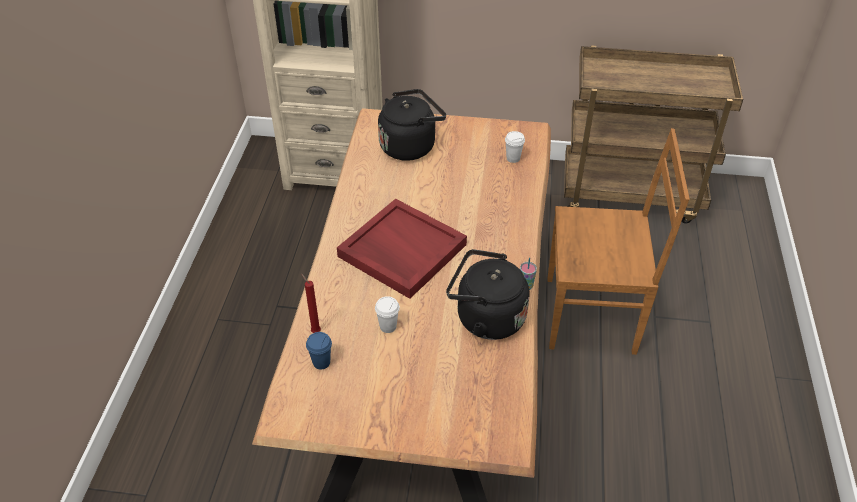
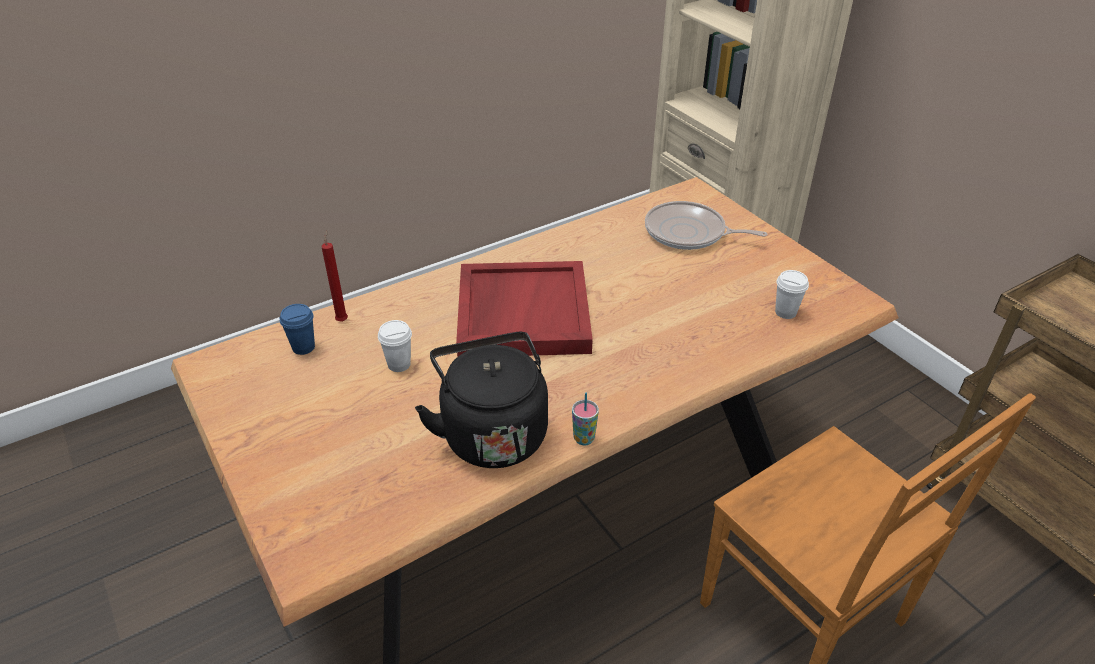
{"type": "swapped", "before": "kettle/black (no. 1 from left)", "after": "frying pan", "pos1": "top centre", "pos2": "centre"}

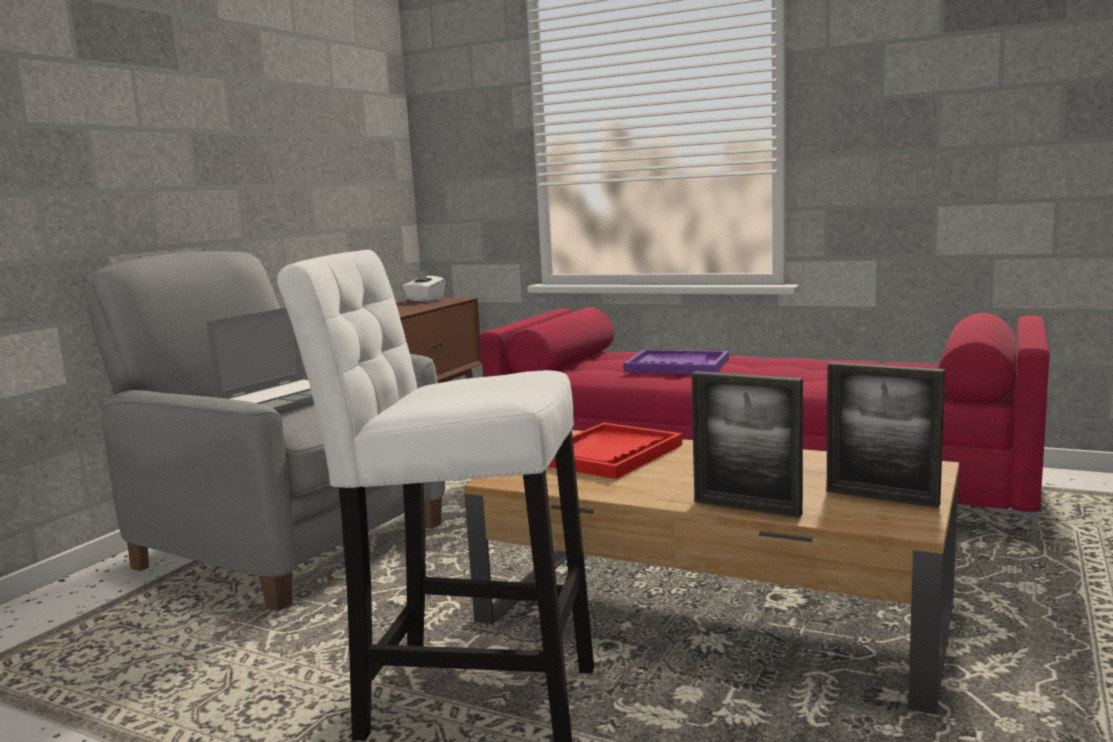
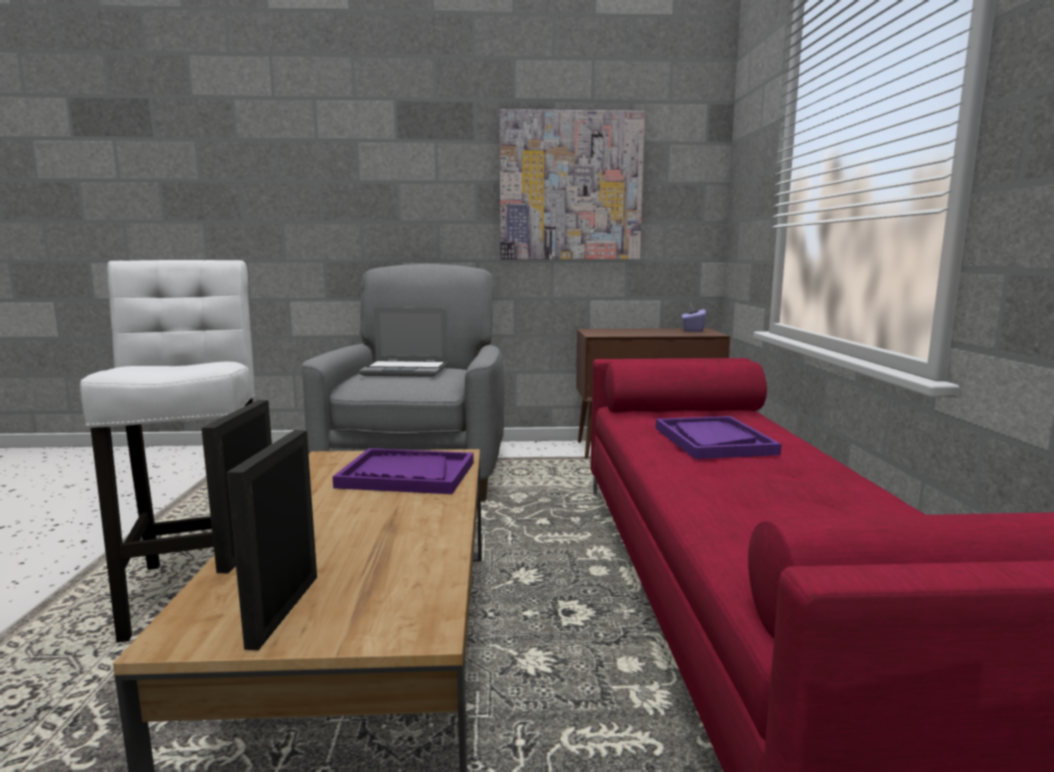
{"type": "repainted", "before": "tissue box/white", "after": "tissue box/purple", "pos1": "centre", "pos2": "centre"}
{"type": "repainted", "before": "tray/red", "after": "tray/purple (no. 1 from left)", "pos1": "centre", "pos2": "centre"}
{"type": "new", "after": "picture", "pos2": "top centre"}

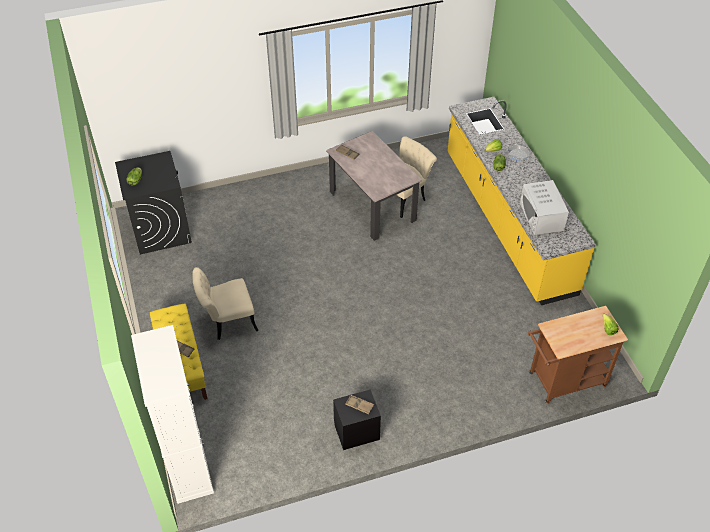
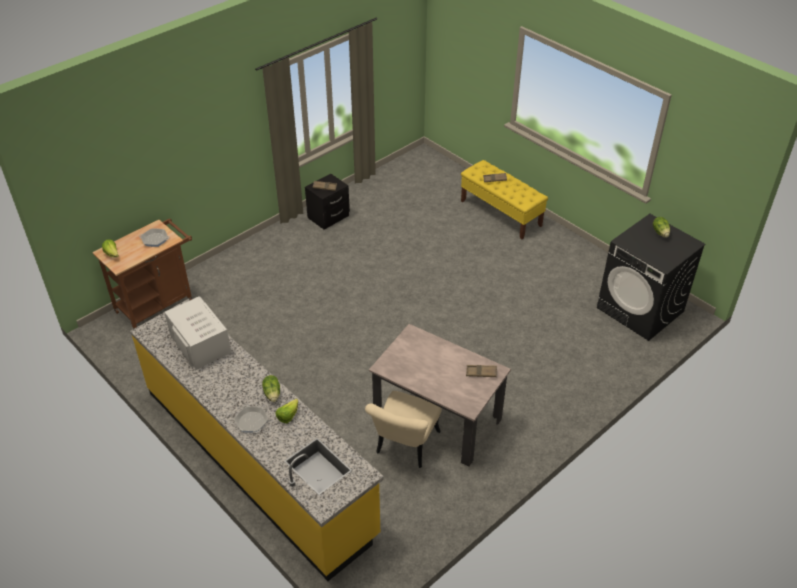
{"type": "gone", "before": "cabinet/white", "pos1": "bottom left"}
{"type": "gone", "before": "chair/beige (no. 1 from left)", "pos1": "middle left"}
{"type": "new", "after": "frying pan (no. 1 from left)", "pos2": "middle left"}

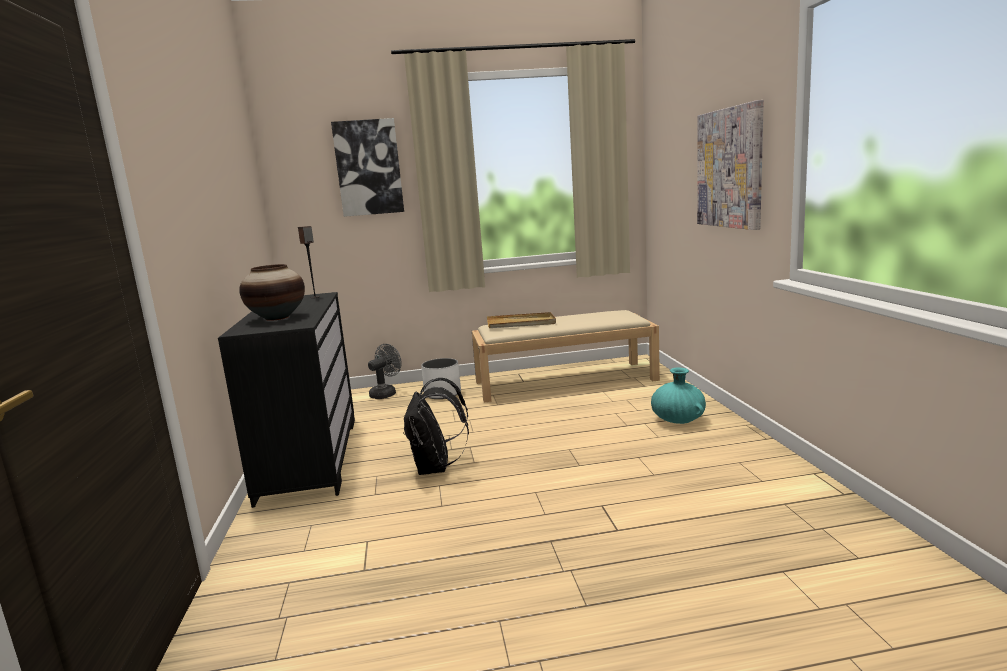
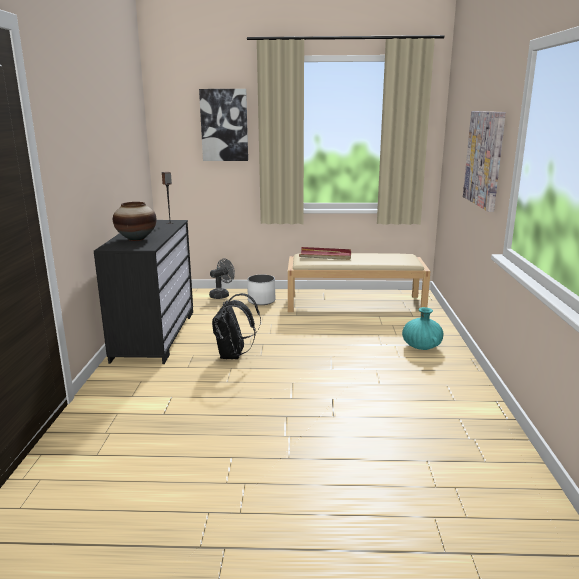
{"type": "repainted", "before": "tray/beige", "after": "tray/red", "pos1": "centre", "pos2": "centre"}

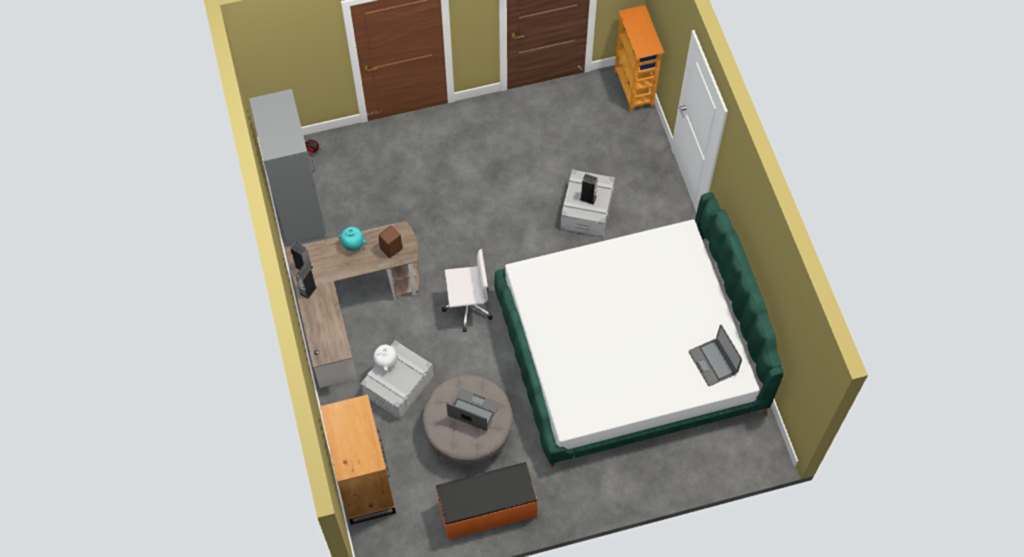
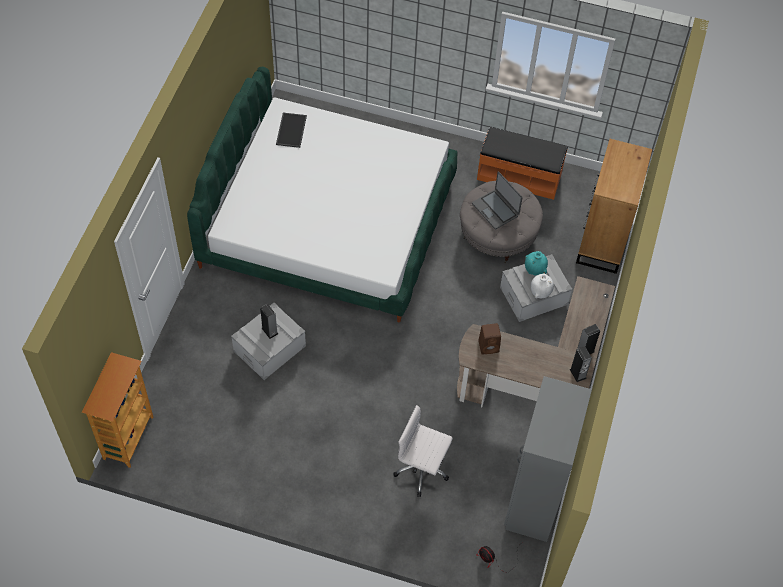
{"type": "shifted", "before": "vase/turquoise", "pos1": "centre", "pos2": "middle right"}
{"type": "shifted", "before": "office chair/white", "pos1": "centre", "pos2": "bottom centre"}
{"type": "swapped", "before": "laptop (no. 2 from left)", "after": "tray", "pos1": "middle right", "pos2": "top centre"}

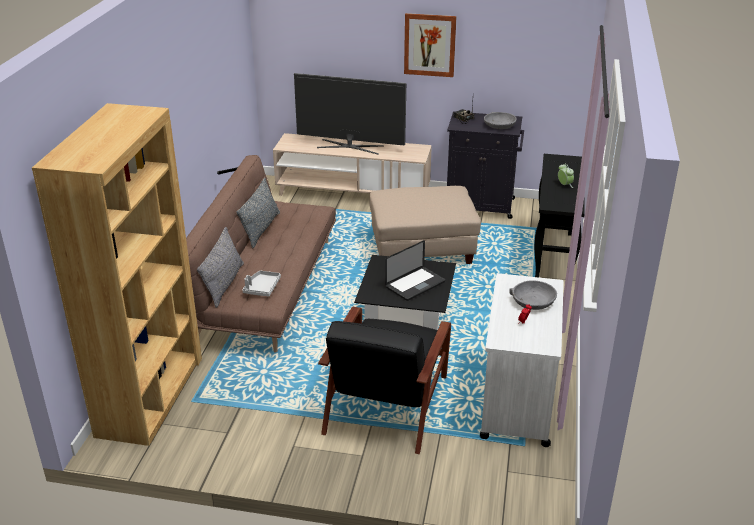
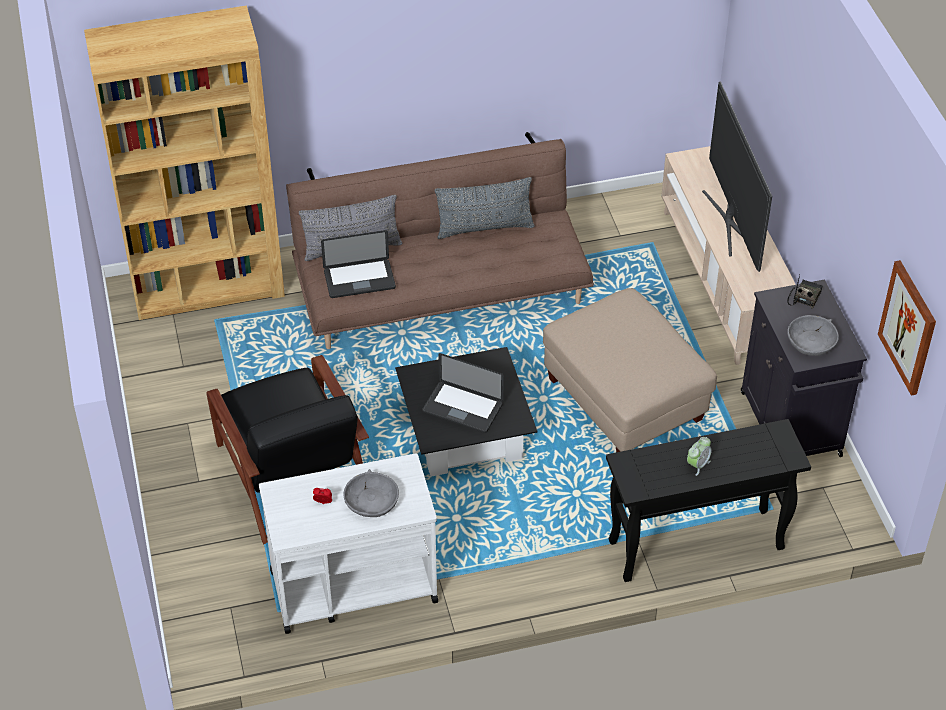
{"type": "swapped", "before": "tray/grey", "after": "laptop (no. 1 from left)", "pos1": "centre", "pos2": "centre"}
{"type": "rotated", "before": "armchair/black", "pos1": "bottom centre", "pos2": "middle left", "turn": -105}
{"type": "shifted", "before": "picture", "pos1": "top centre", "pos2": "middle right"}

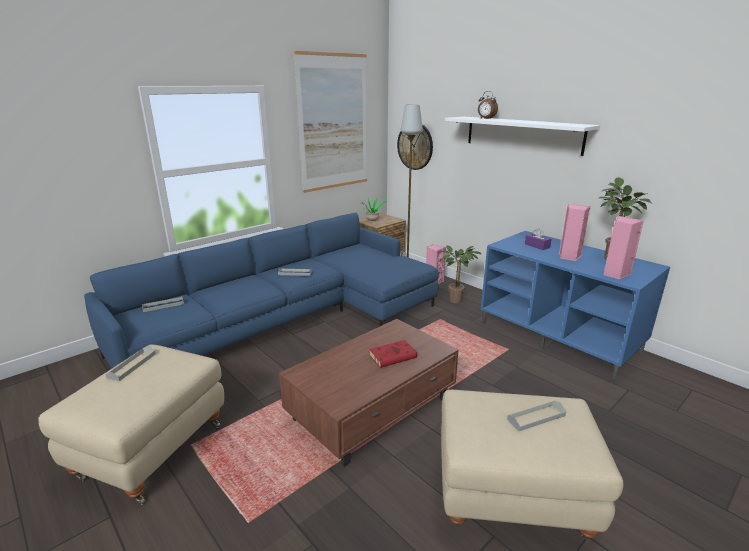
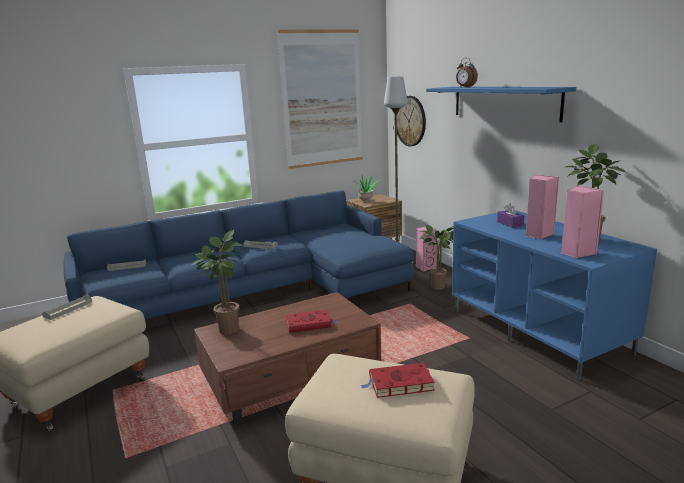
{"type": "repainted", "before": "shelf/white", "after": "shelf/blue", "pos1": "top right", "pos2": "top right"}
{"type": "swapped", "before": "tray/grey (no. 4 from left)", "after": "book/red (no. 2 from left)", "pos1": "bottom right", "pos2": "bottom centre"}
{"type": "new", "after": "potted plant (no. 1 from left)", "pos2": "middle left"}

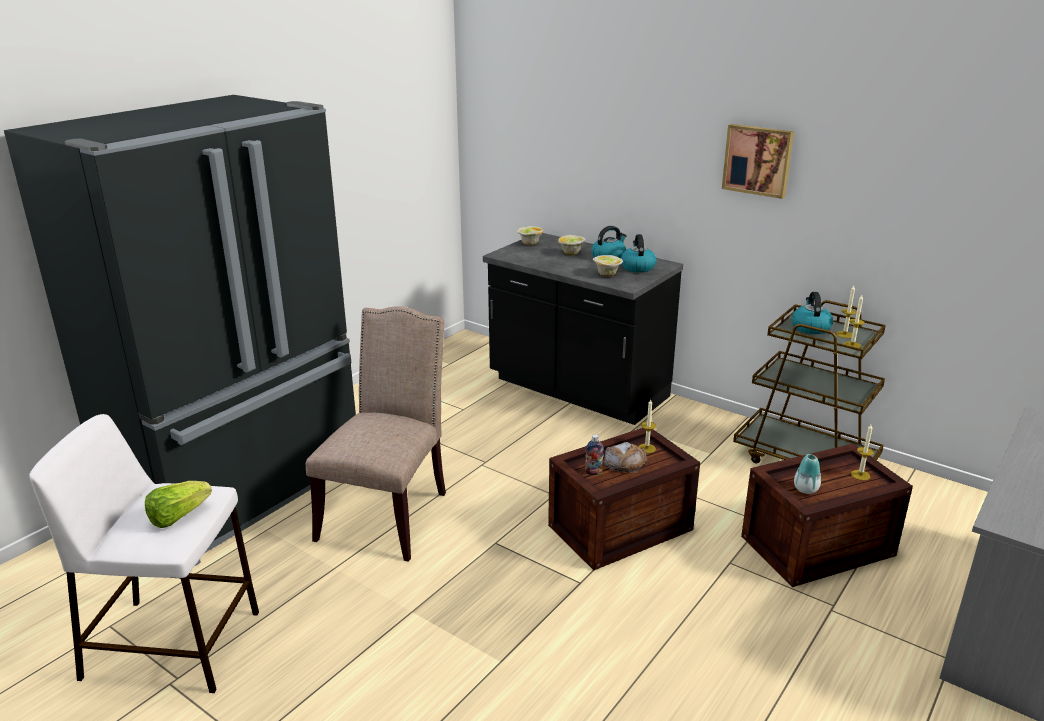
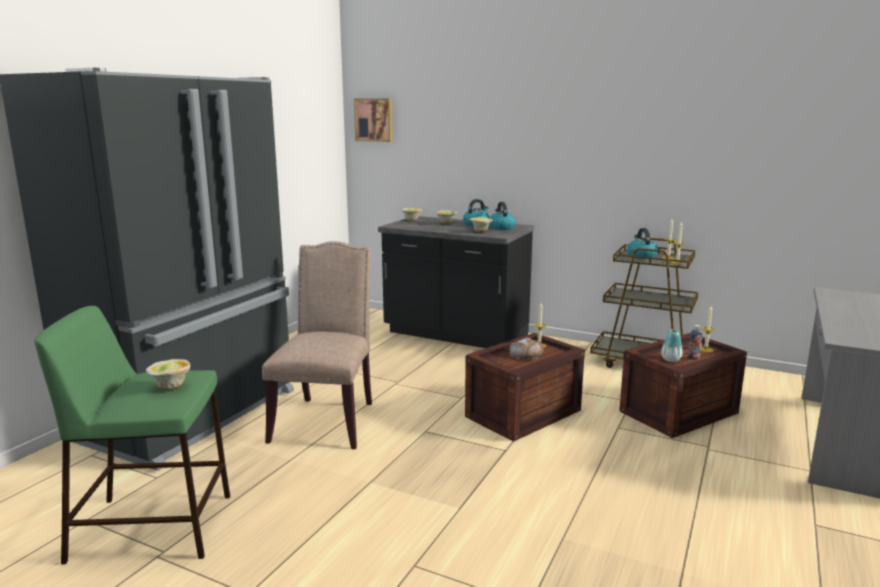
{"type": "repainted", "before": "stool/white", "after": "stool/green", "pos1": "bottom left", "pos2": "bottom left"}
{"type": "swapped", "before": "lettuce", "after": "bowl (no. 1 from left)", "pos1": "bottom left", "pos2": "middle left"}
{"type": "shifted", "before": "bottle", "pos1": "centre", "pos2": "middle right"}
{"type": "shifted", "before": "picture", "pos1": "top right", "pos2": "top centre"}

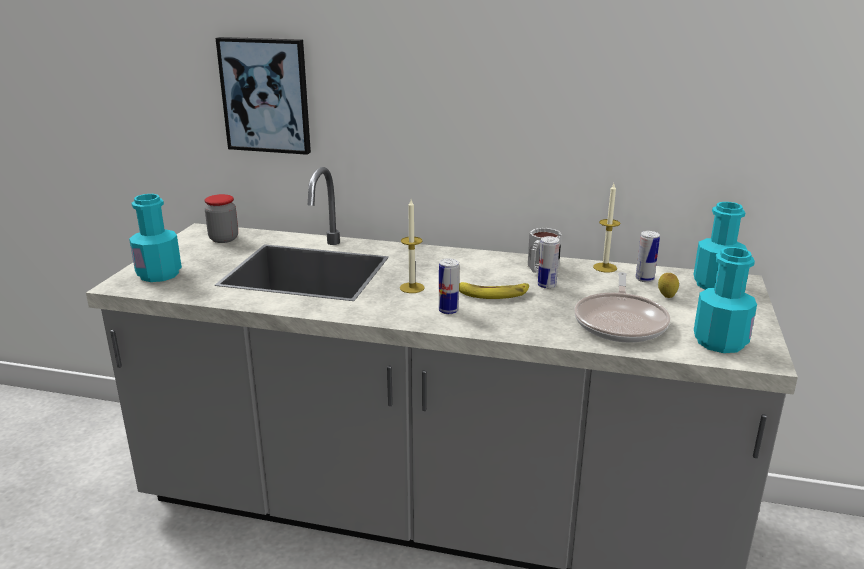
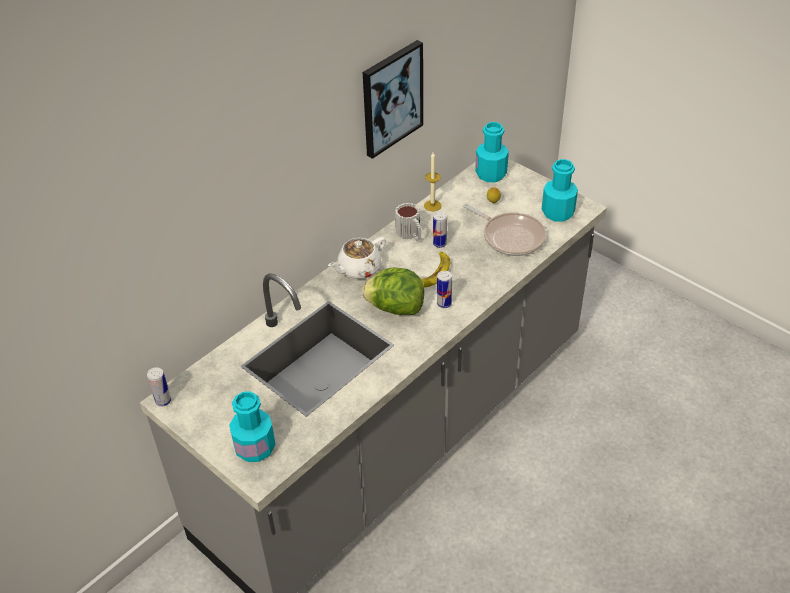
{"type": "gone", "before": "jar", "pos1": "middle left"}
{"type": "shifted", "before": "picture", "pos1": "top left", "pos2": "top centre"}
{"type": "swapped", "before": "candle (no. 1 from left)", "after": "lettuce", "pos1": "centre", "pos2": "centre"}
{"type": "shifted", "before": "can (no. 3 from left in the first image)", "after": "can (no. 1 from left)", "pos1": "middle right", "pos2": "middle left"}
{"type": "new", "after": "teapot/white", "pos2": "centre"}

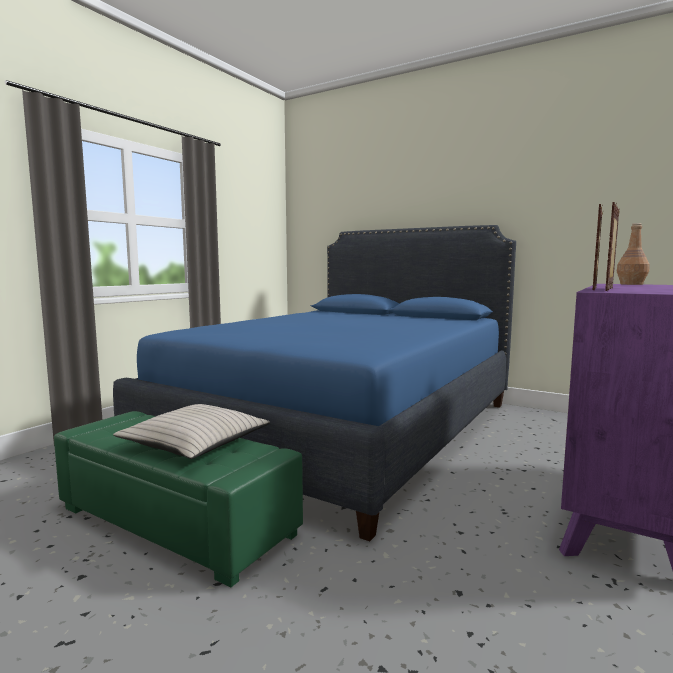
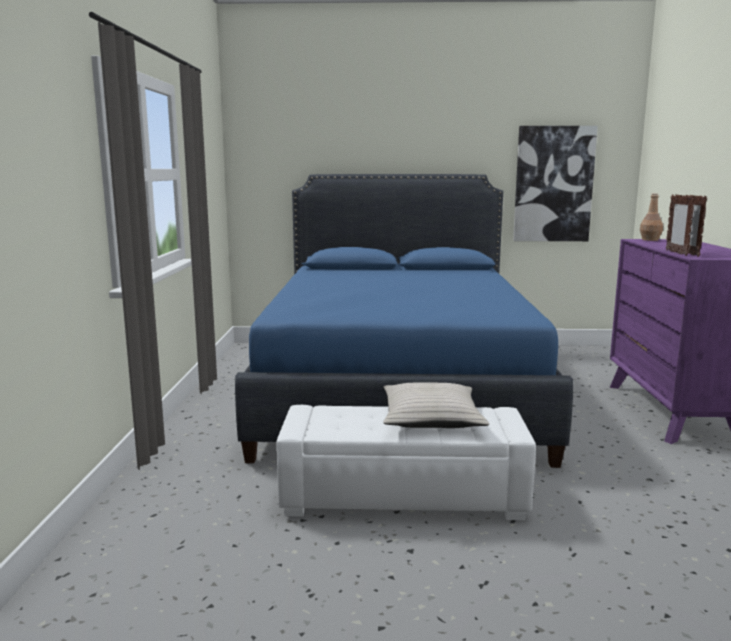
{"type": "repainted", "before": "ottoman/green", "after": "ottoman/white", "pos1": "bottom left", "pos2": "bottom centre"}
{"type": "new", "after": "picture", "pos2": "top right"}

